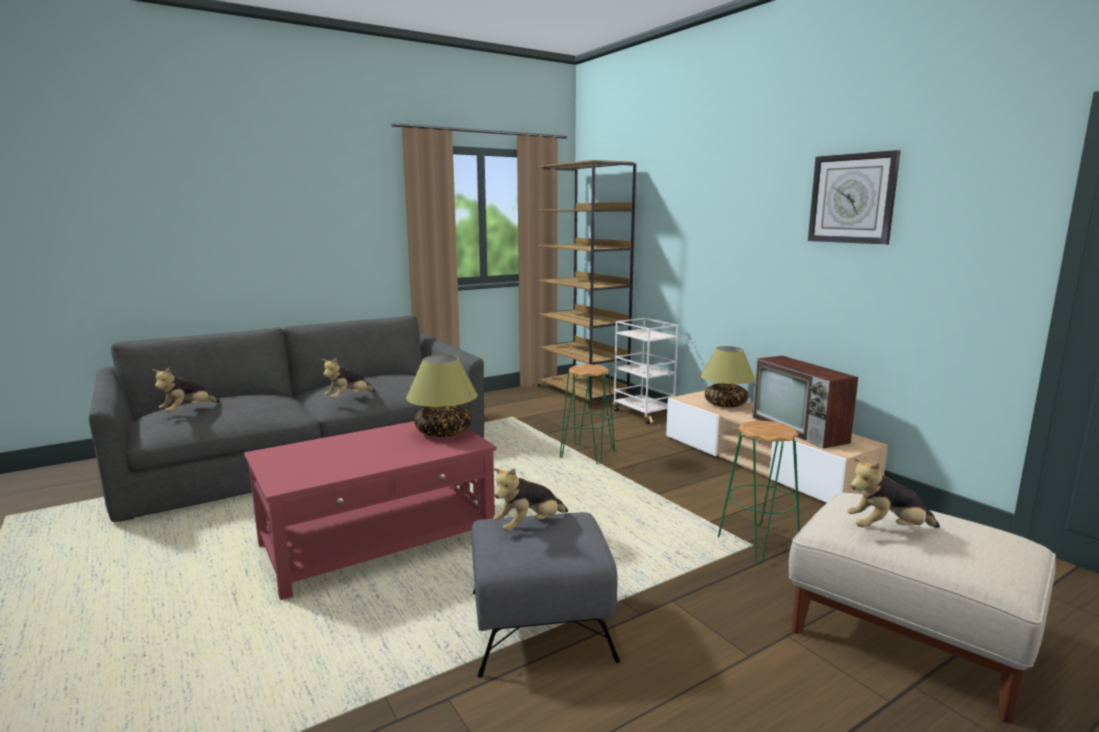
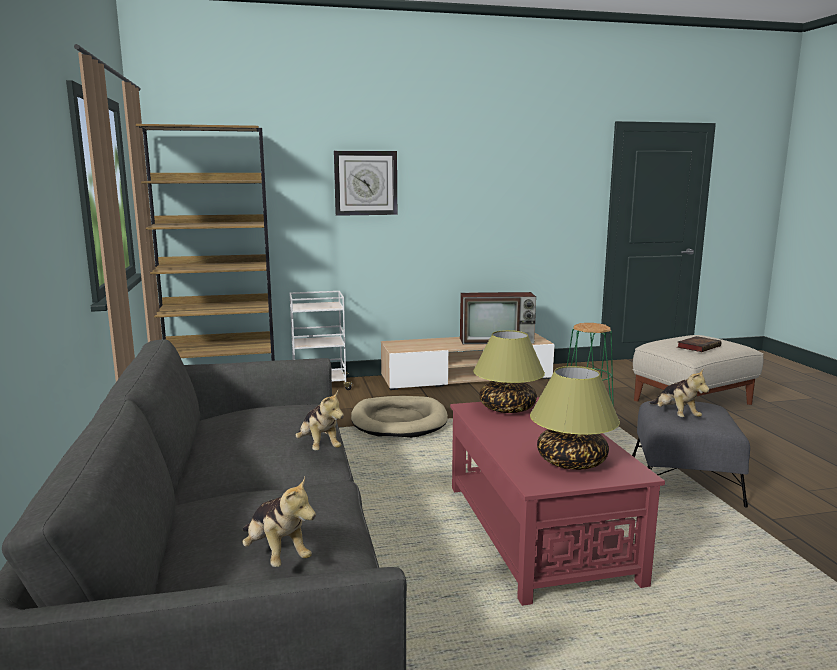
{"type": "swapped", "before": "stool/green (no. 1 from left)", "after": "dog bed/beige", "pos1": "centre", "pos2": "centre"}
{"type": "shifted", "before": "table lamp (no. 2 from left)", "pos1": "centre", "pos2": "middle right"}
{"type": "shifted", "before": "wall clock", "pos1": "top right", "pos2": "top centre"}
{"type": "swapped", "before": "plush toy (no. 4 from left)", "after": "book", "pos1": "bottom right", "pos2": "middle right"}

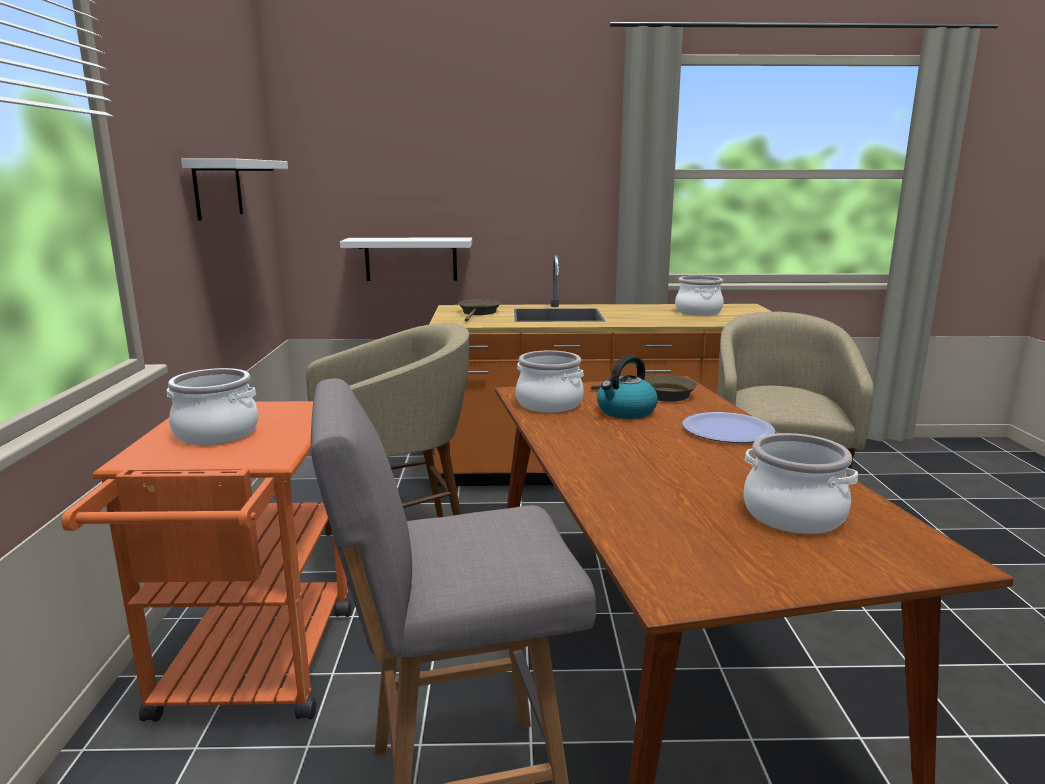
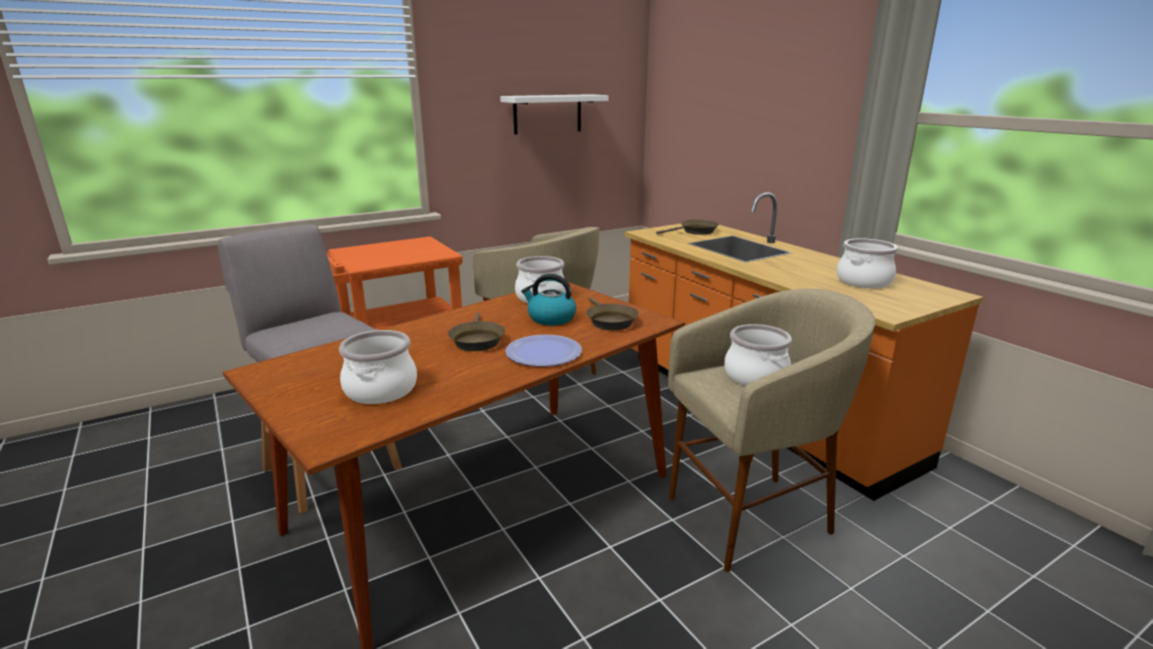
{"type": "shifted", "before": "cooking pot (no. 1 from left in the first image)", "after": "cooking pot (no. 3 from left)", "pos1": "middle left", "pos2": "centre"}
{"type": "gone", "before": "shelf/white (no. 2 from left)", "pos1": "top centre"}
{"type": "new", "after": "frying pan/brown (no. 1 from left)", "pos2": "centre"}

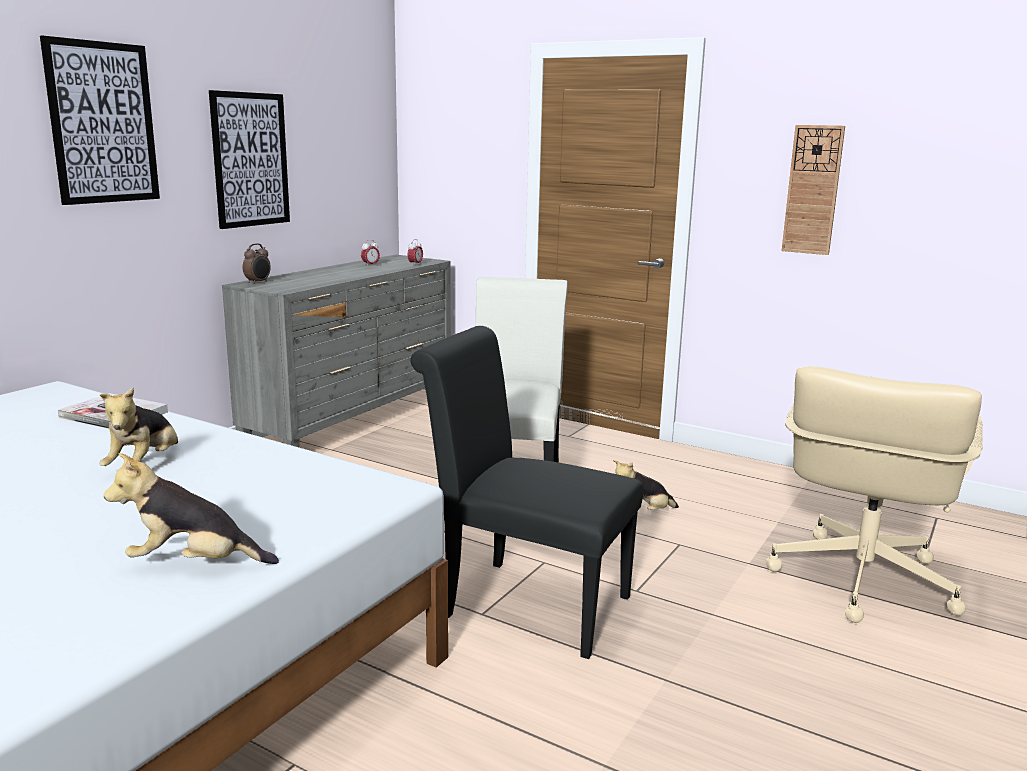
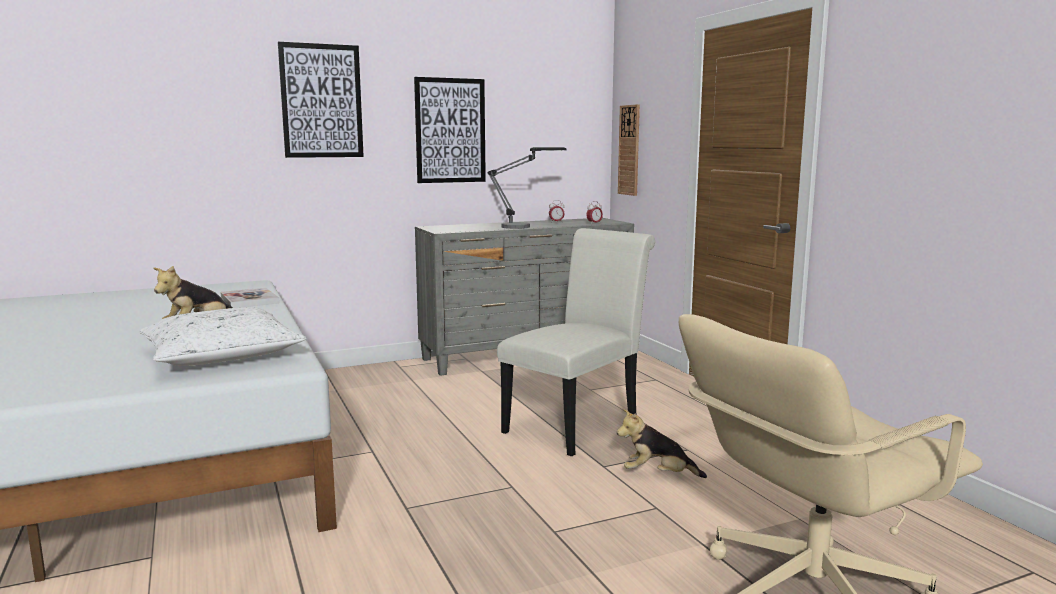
{"type": "gone", "before": "plush toy (no. 2 from left)", "pos1": "middle left"}
{"type": "gone", "before": "alarm clock (no. 1 from left)", "pos1": "middle left"}
{"type": "gone", "before": "chair/black", "pos1": "centre"}
{"type": "shifted", "before": "wall clock", "pos1": "top right", "pos2": "top centre"}
{"type": "new", "after": "pillow/white", "pos2": "middle left"}
{"type": "new", "after": "table lamp", "pos2": "top centre"}

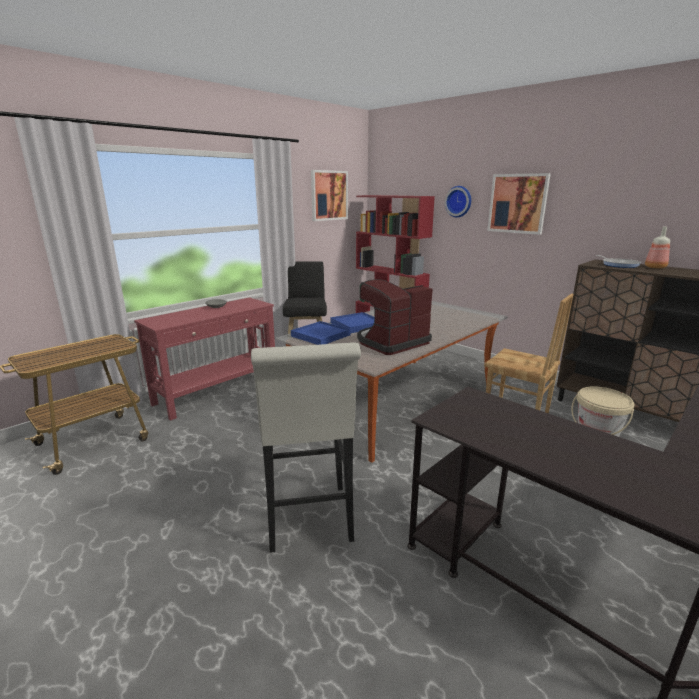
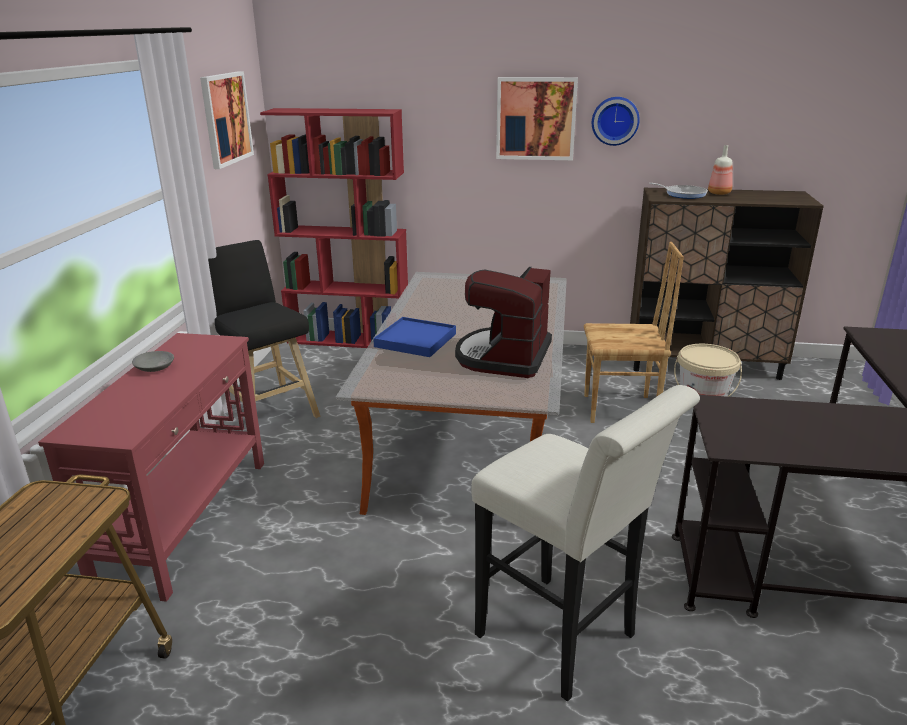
{"type": "gone", "before": "tray/blue (no. 1 from left)", "pos1": "centre"}
{"type": "shifted", "before": "wall clock", "pos1": "top centre", "pos2": "top right"}

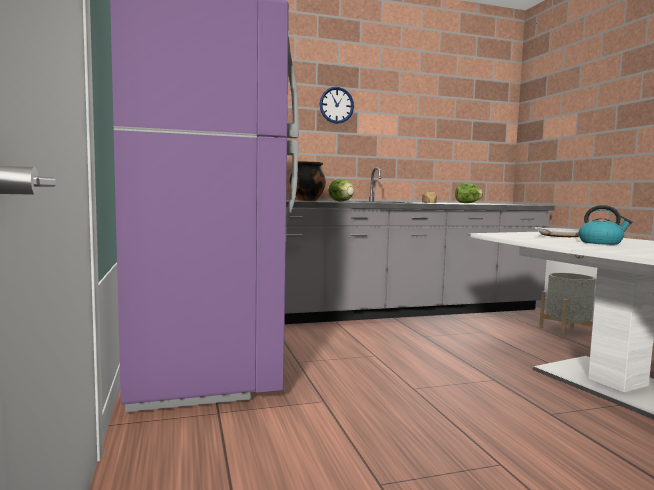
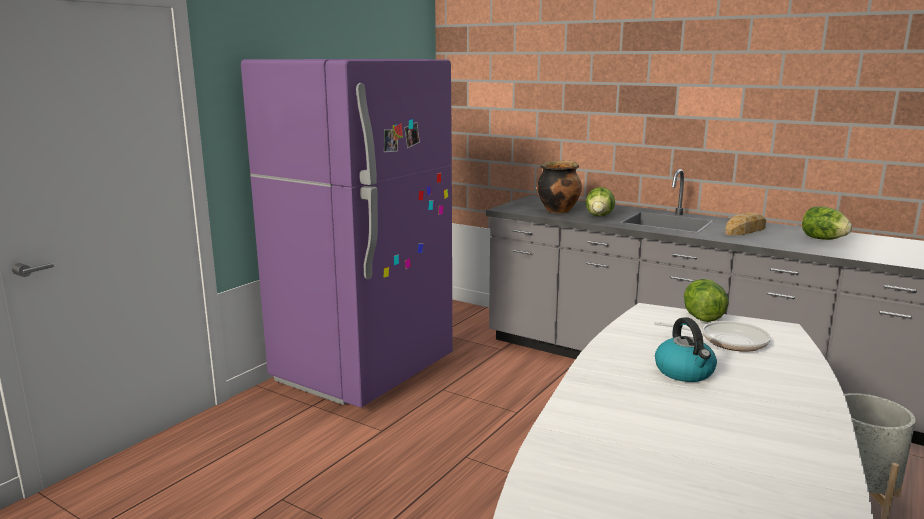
{"type": "gone", "before": "wall clock", "pos1": "top centre"}
{"type": "new", "after": "lettuce (no. 2 from left)", "pos2": "middle right"}

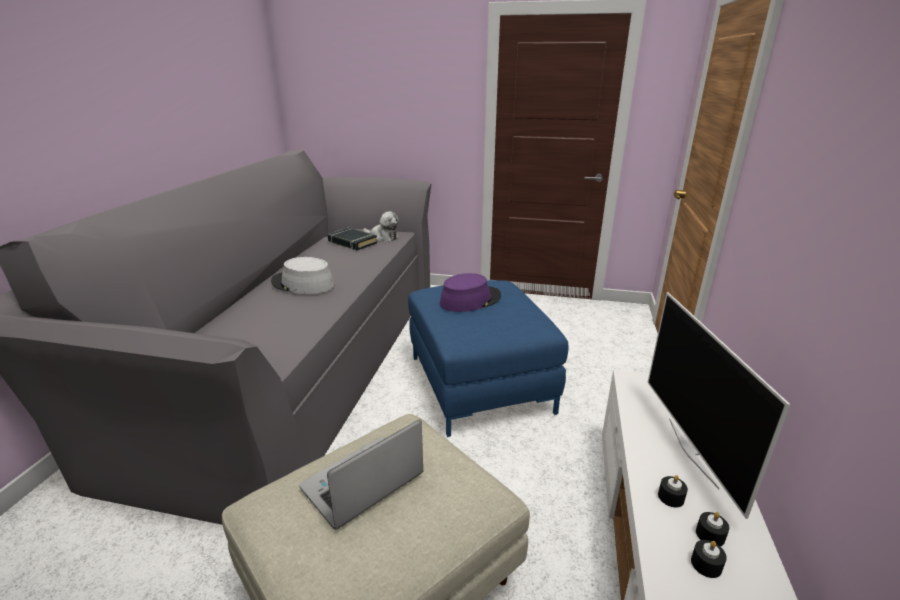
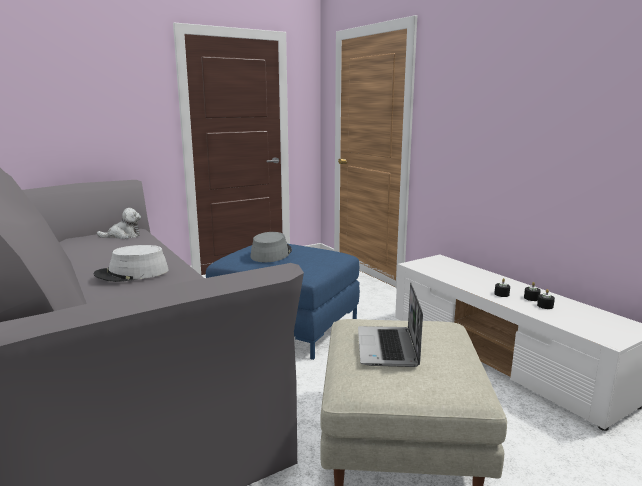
{"type": "gone", "before": "book/black", "pos1": "centre"}
{"type": "repainted", "before": "hat/purple", "after": "hat/grey (no. 2 from left)", "pos1": "centre", "pos2": "centre"}
{"type": "gone", "before": "television", "pos1": "bottom right"}

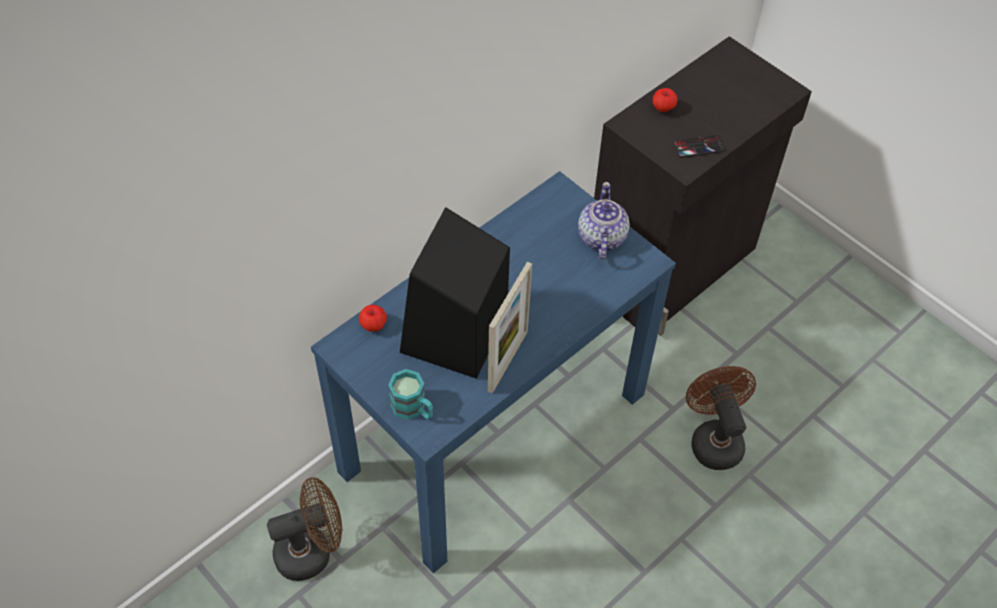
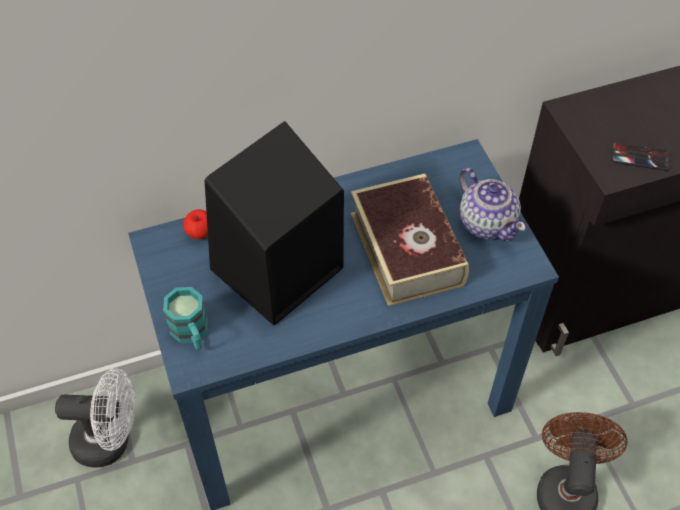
{"type": "repainted", "before": "fan/brown (no. 1 from left)", "after": "fan/white", "pos1": "bottom left", "pos2": "bottom left"}
{"type": "gone", "before": "picture frame", "pos1": "centre"}
{"type": "rotated", "before": "teapot", "pos1": "centre", "pos2": "middle right", "turn": 120}
{"type": "gone", "before": "apple (no. 2 from left)", "pos1": "top right"}
{"type": "new", "after": "book", "pos2": "centre"}

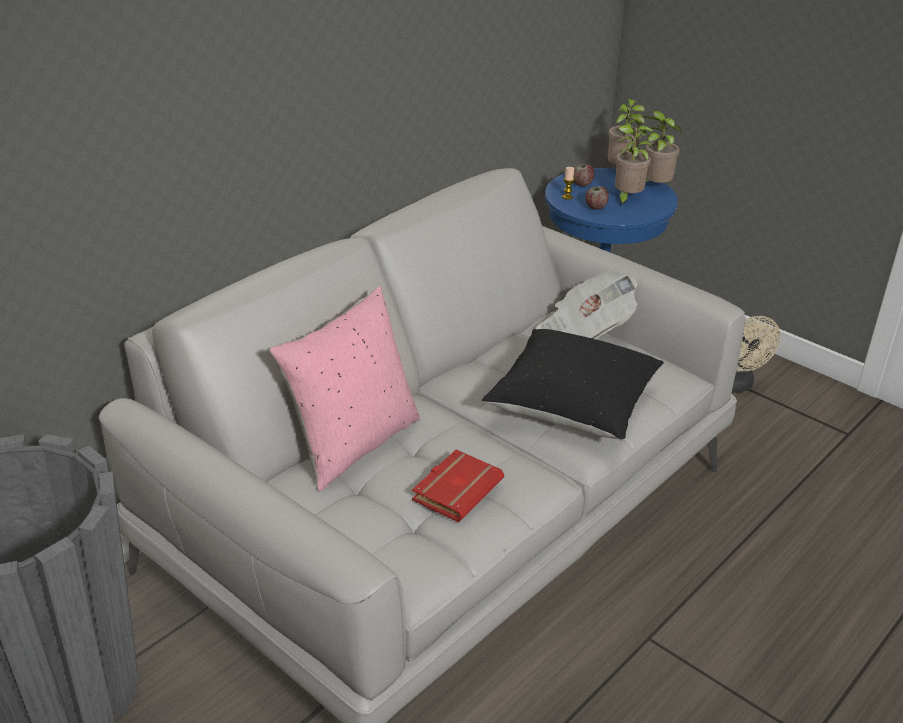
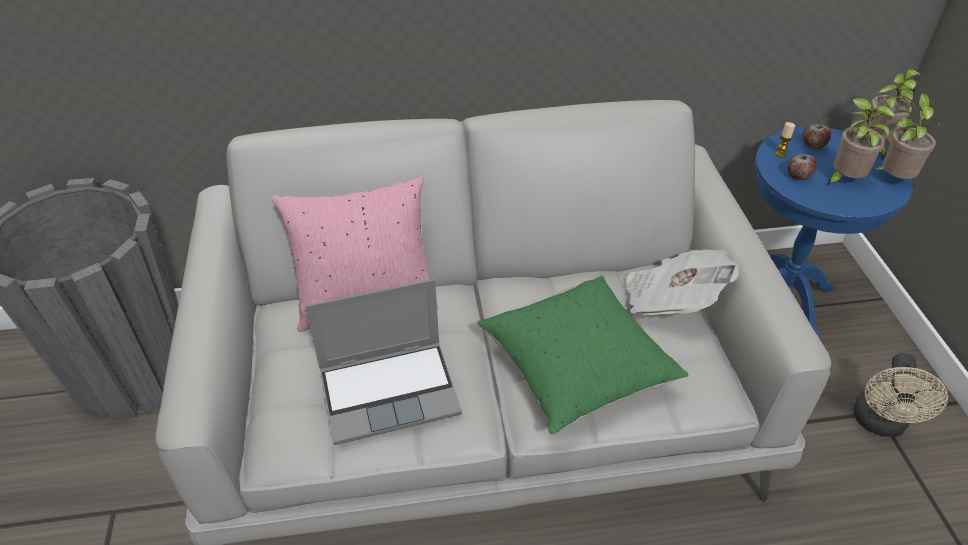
{"type": "swapped", "before": "book/red", "after": "laptop", "pos1": "bottom centre", "pos2": "centre"}
{"type": "repainted", "before": "pillow/black", "after": "pillow/green", "pos1": "centre", "pos2": "centre"}

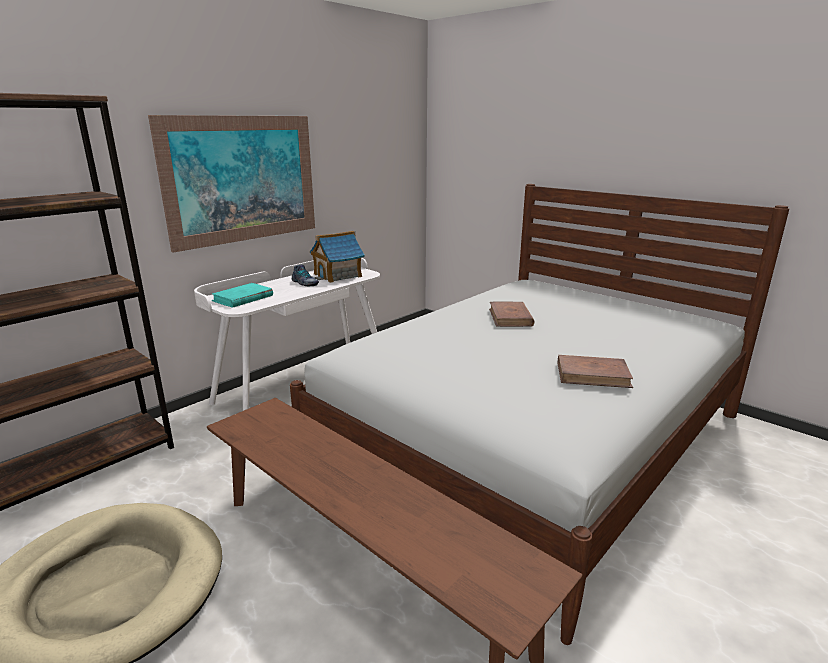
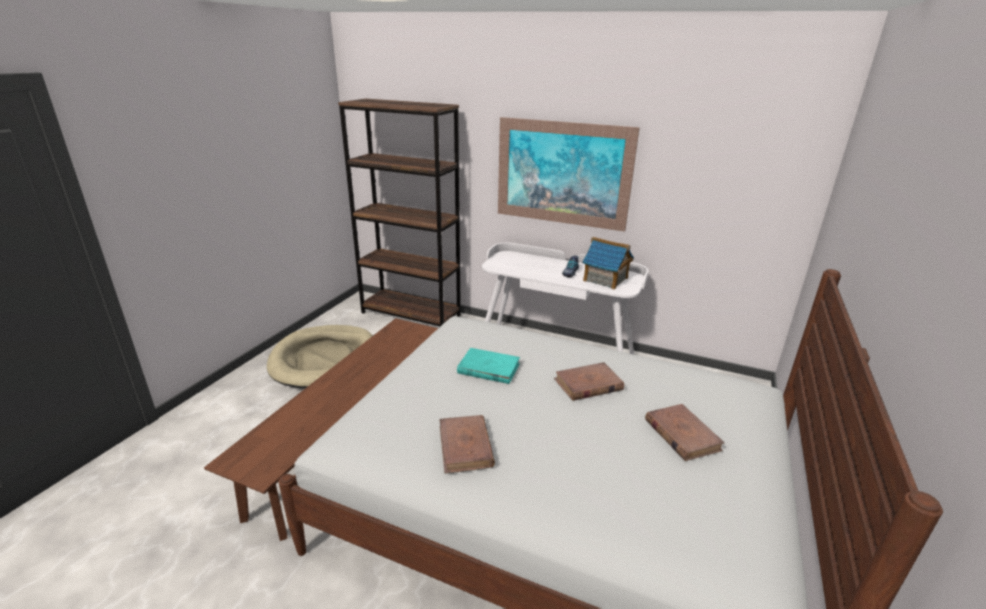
{"type": "shifted", "before": "book/turquoise", "pos1": "middle left", "pos2": "centre"}
{"type": "new", "after": "book/brown (no. 3 from left)", "pos2": "bottom right"}

